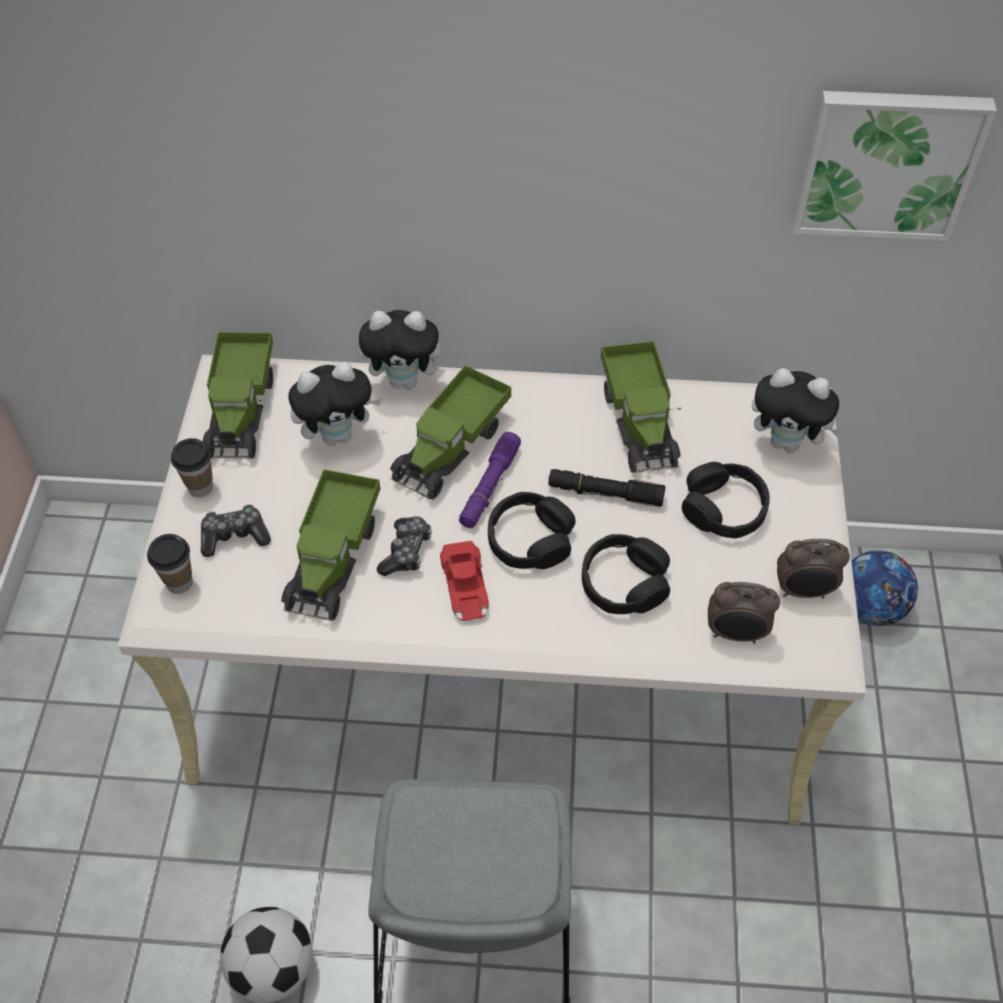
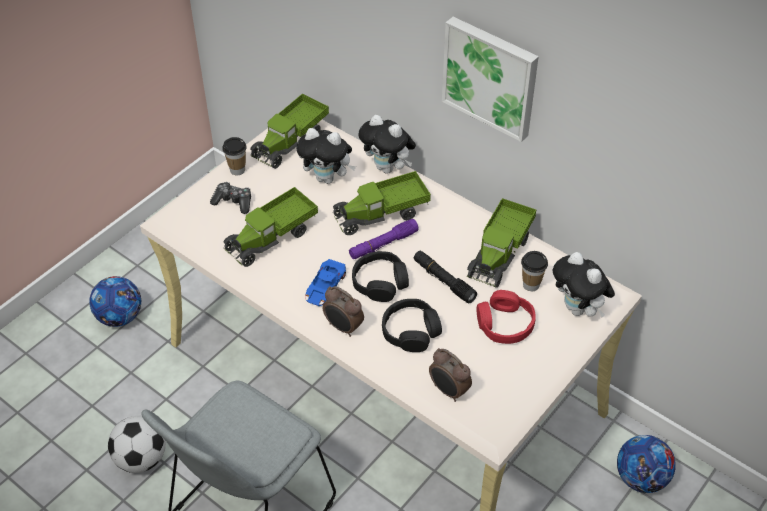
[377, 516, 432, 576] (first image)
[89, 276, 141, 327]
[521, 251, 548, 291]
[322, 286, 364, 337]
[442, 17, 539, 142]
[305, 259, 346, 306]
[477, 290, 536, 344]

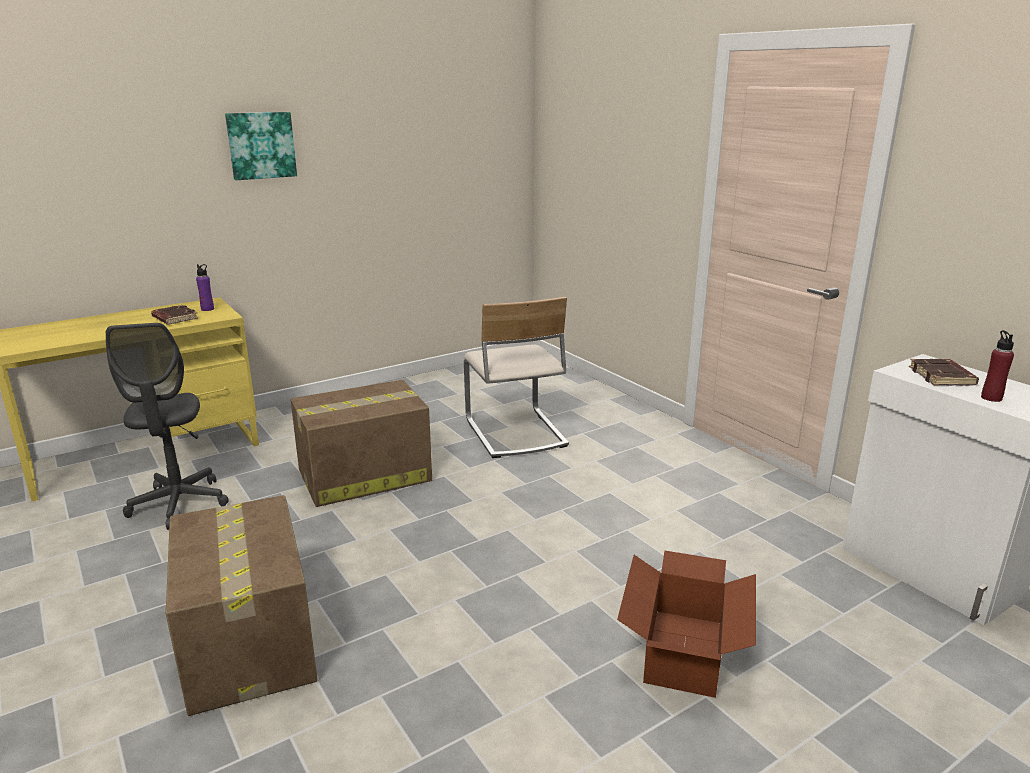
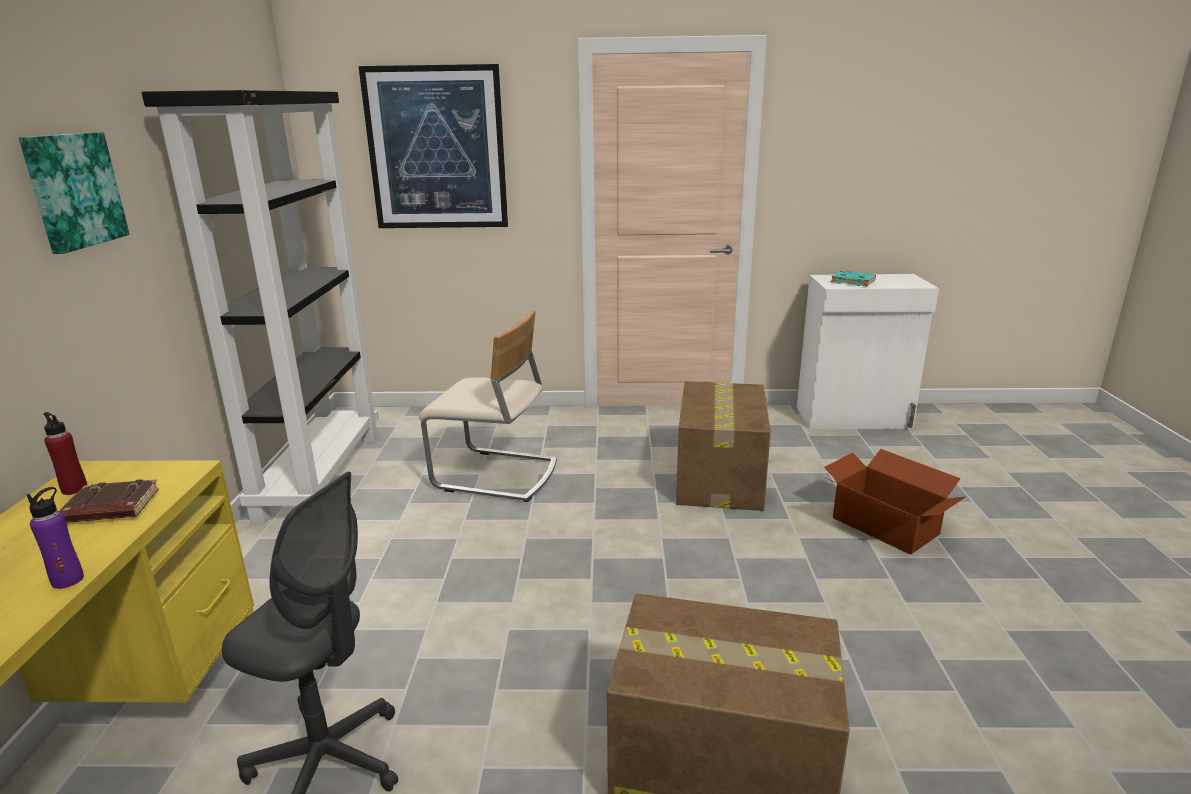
[142, 90, 379, 524]
[359, 64, 508, 228]
[27, 487, 84, 589]
[676, 381, 771, 511]
[44, 412, 87, 495]
[831, 271, 876, 286]

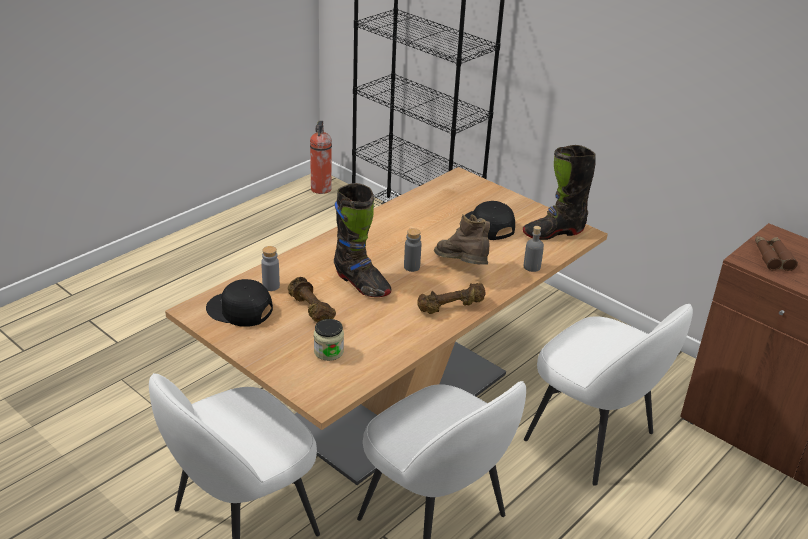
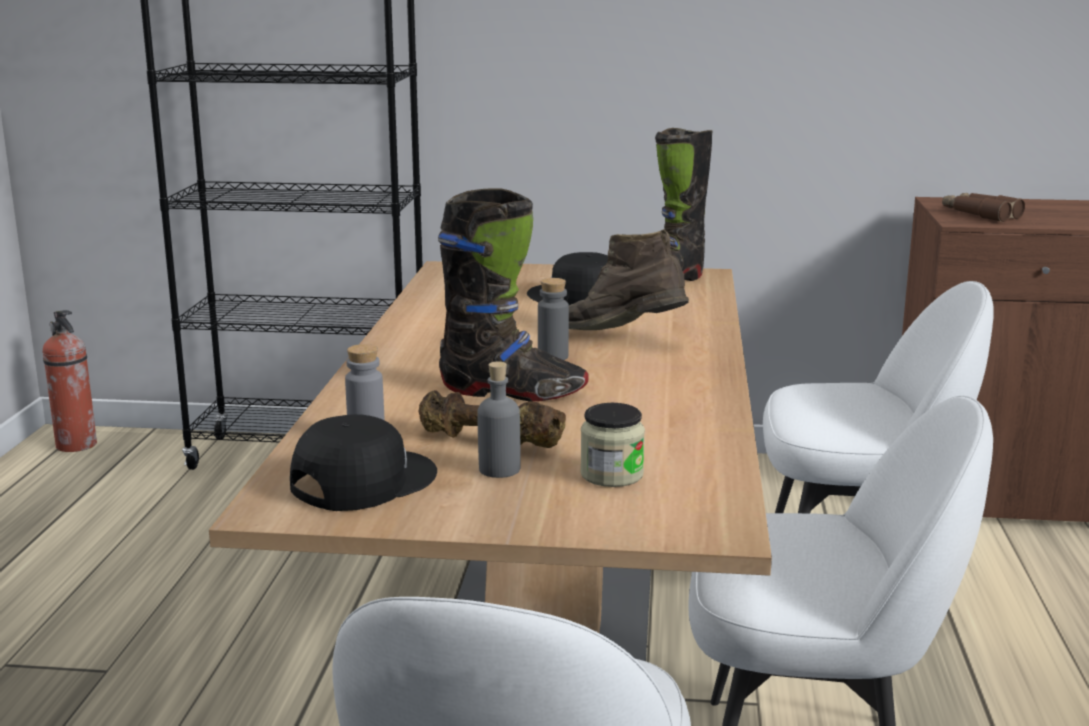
[417, 283, 486, 314] (first image)
[477, 361, 521, 478]
[290, 414, 437, 511]

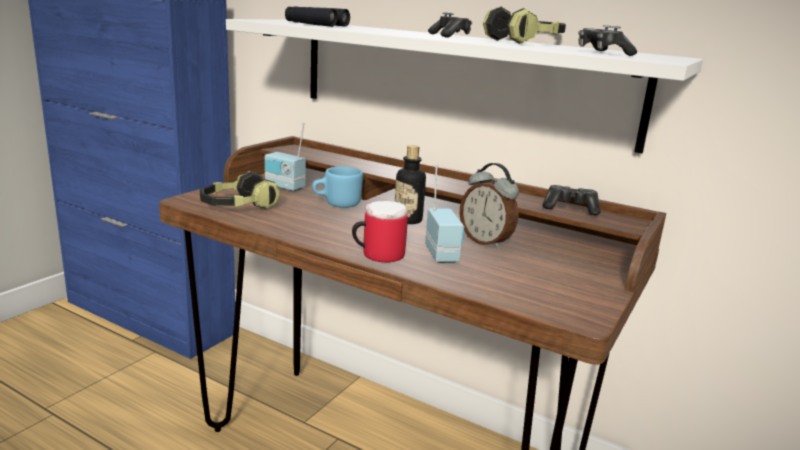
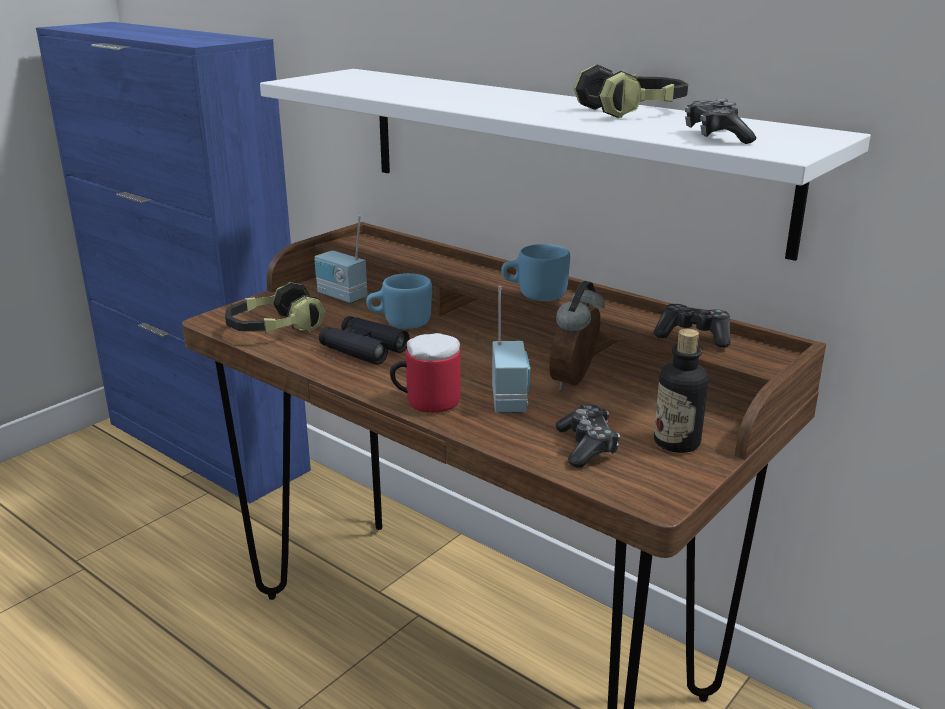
[501, 244, 570, 301]
[319, 316, 409, 365]
[654, 329, 708, 453]
[556, 404, 620, 467]
[549, 281, 605, 390]

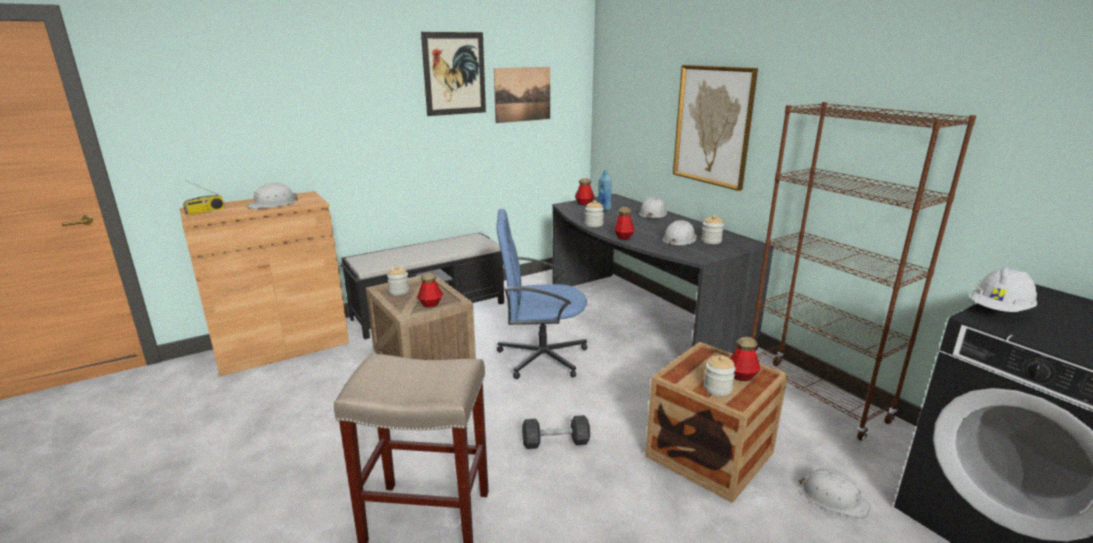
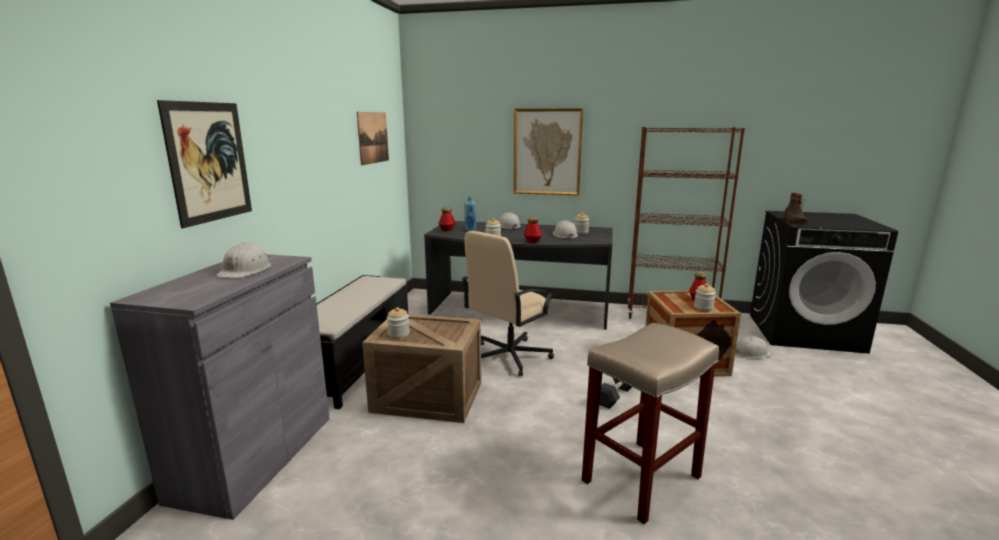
[183, 180, 225, 215] (first image)
[417, 273, 443, 307] (first image)
[157, 100, 252, 228]
[784, 193, 808, 223]
[110, 254, 329, 520]
[461, 231, 554, 376]

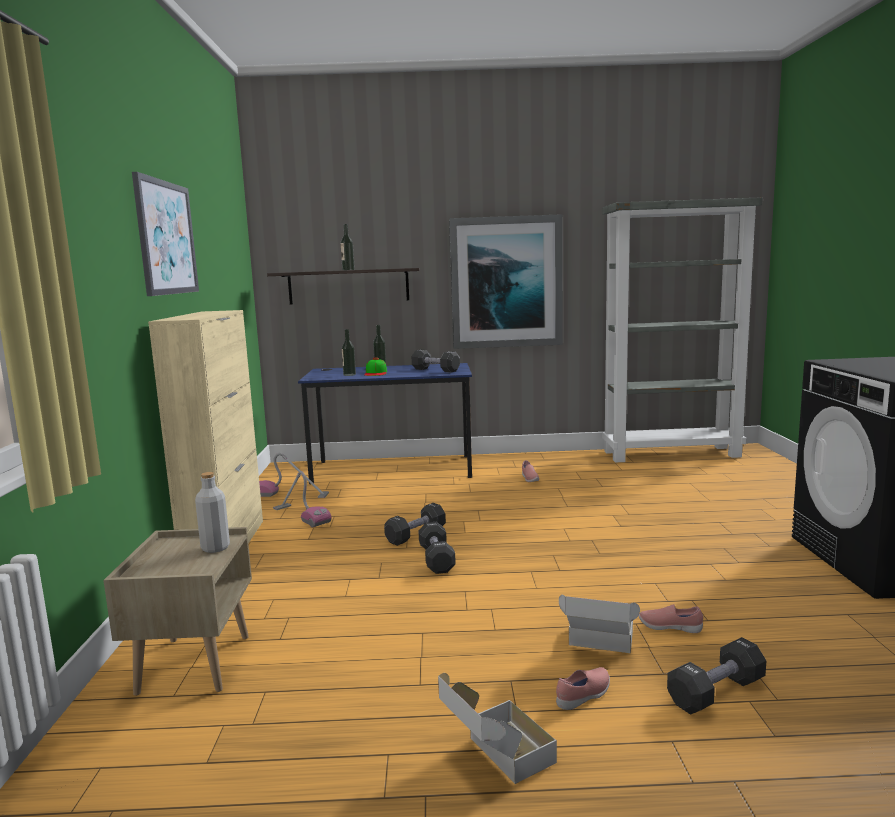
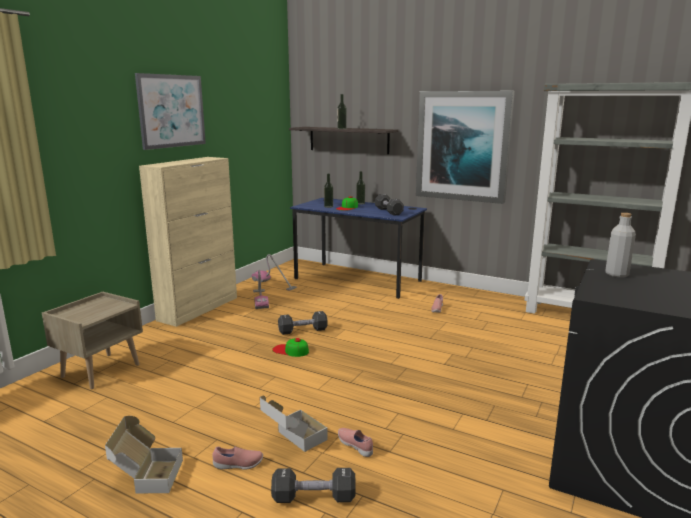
[605, 213, 636, 277]
[272, 338, 309, 357]

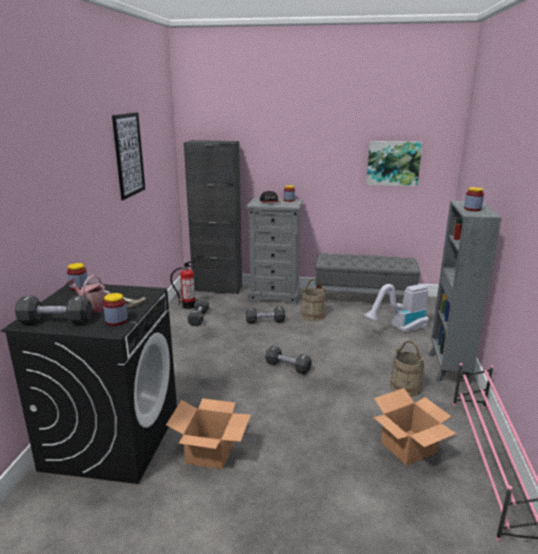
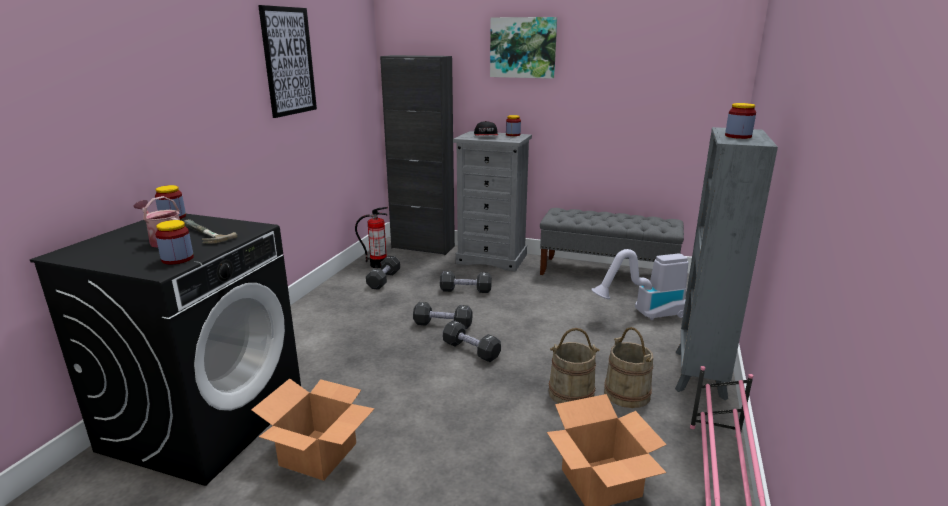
[413, 302, 472, 329]
[549, 328, 600, 404]
[490, 17, 557, 79]

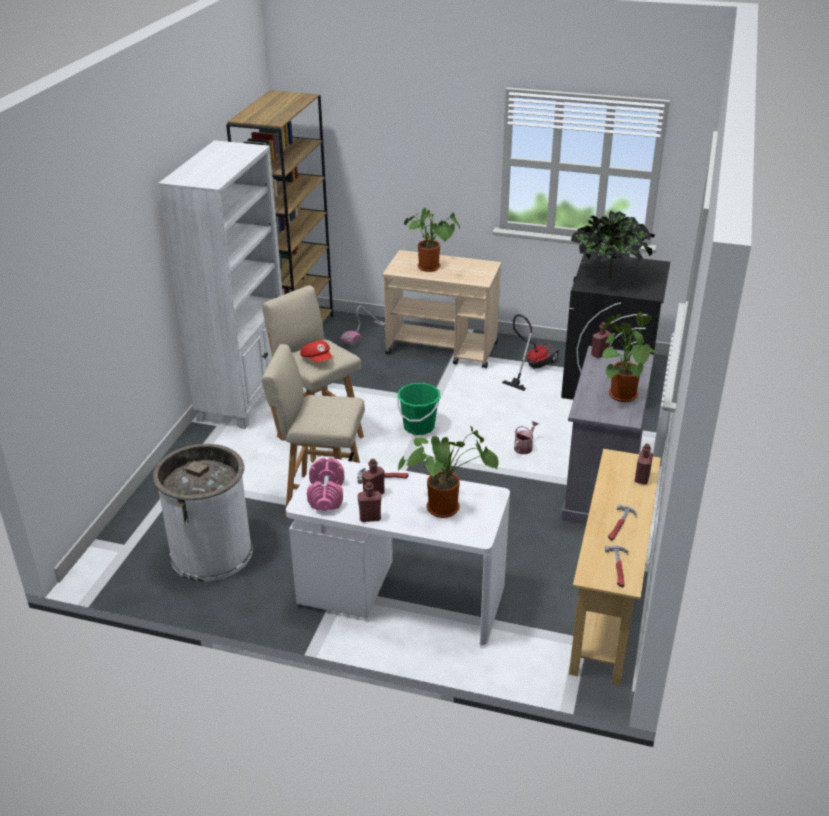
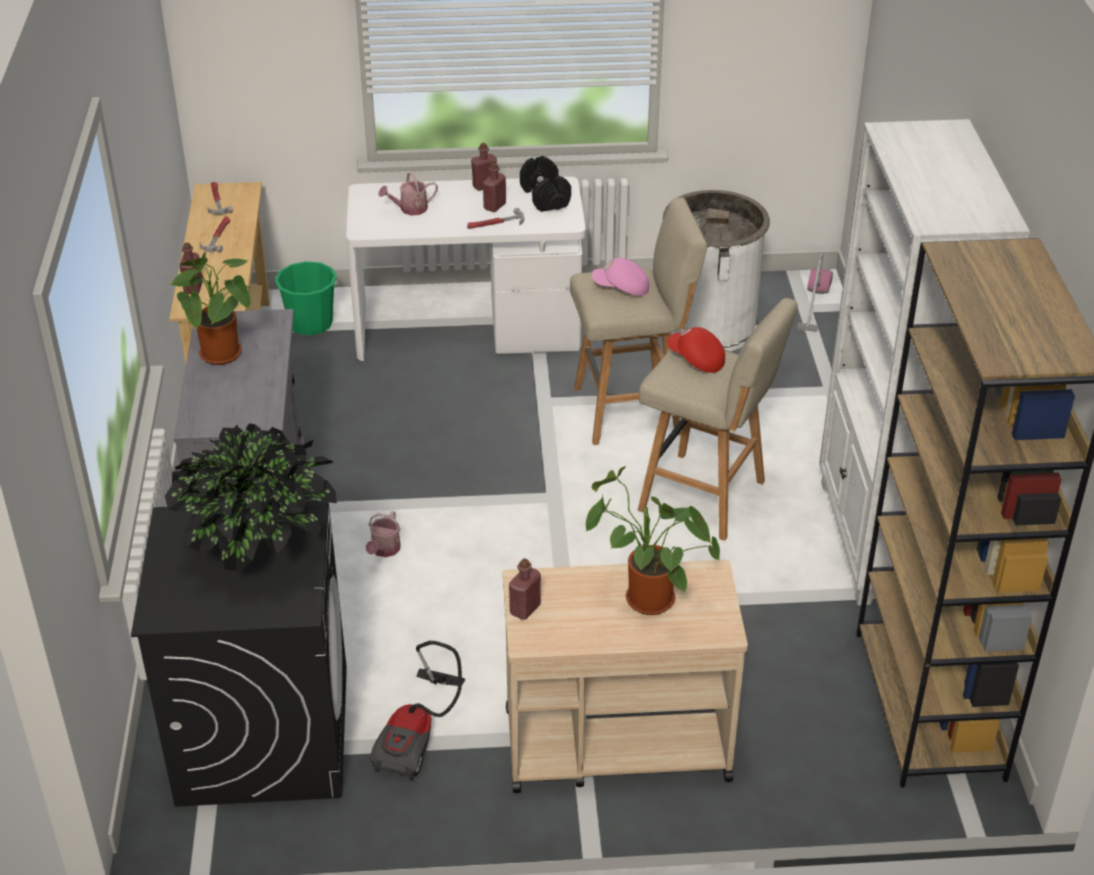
[592, 258, 649, 296]
[797, 253, 833, 332]
[275, 261, 339, 335]
[509, 558, 541, 620]
[378, 172, 438, 215]
[520, 156, 571, 212]

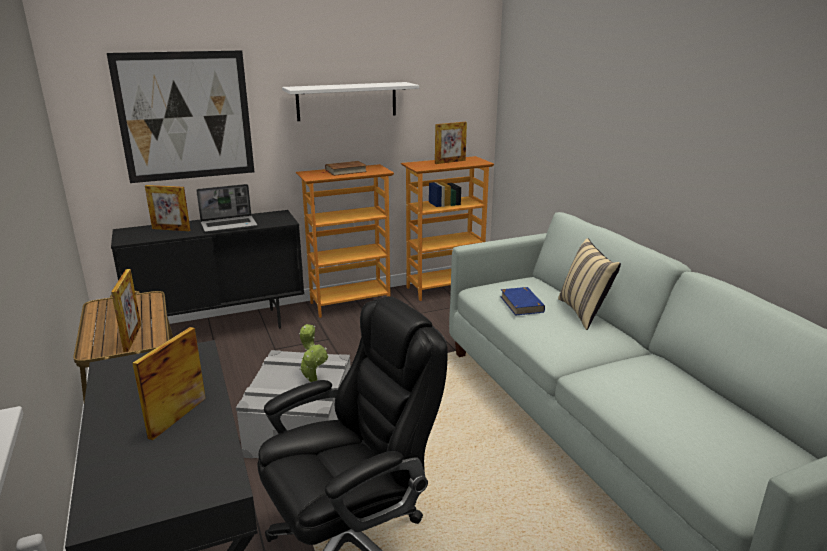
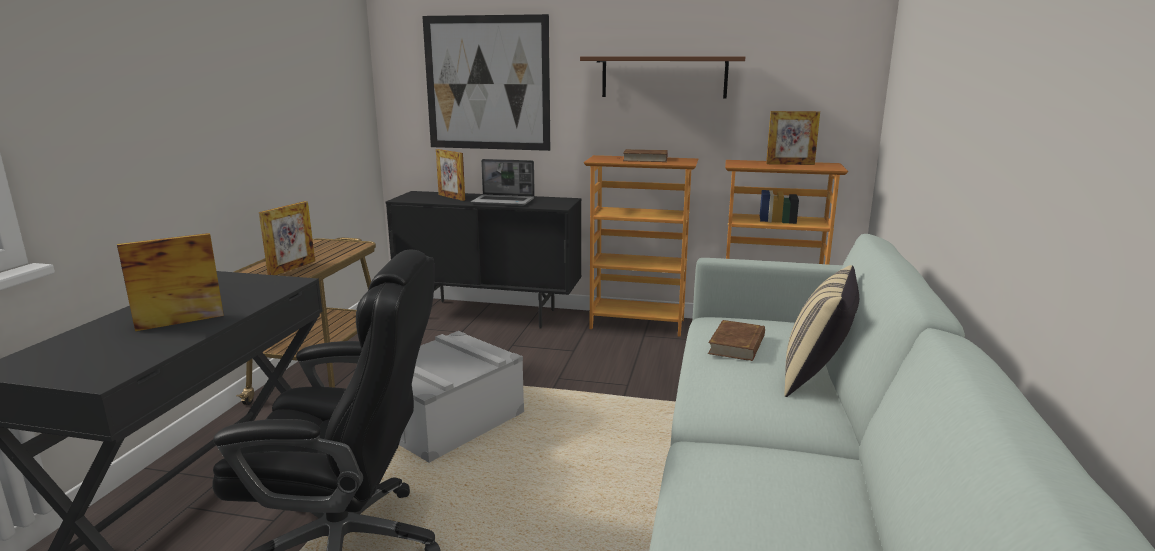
[299, 324, 328, 382] (first image)
[580, 56, 745, 99]
[708, 320, 765, 361]

